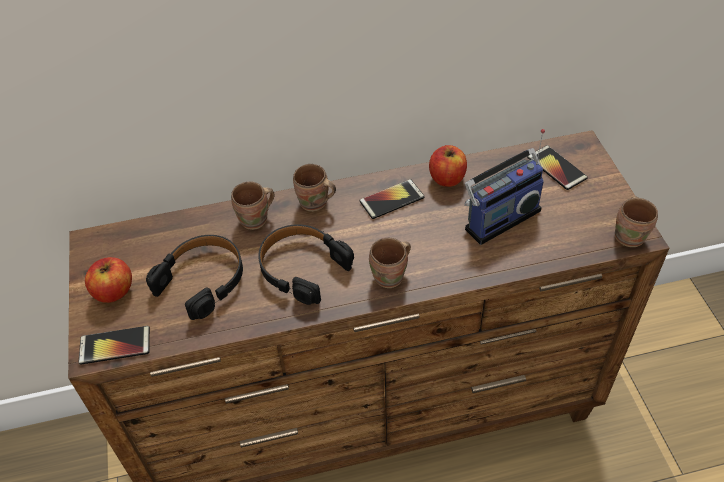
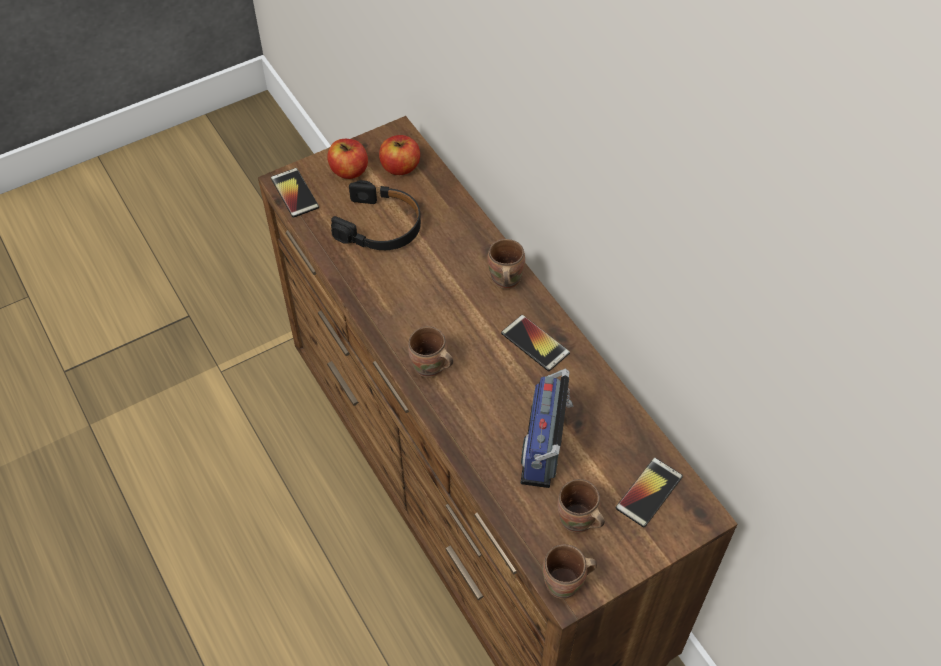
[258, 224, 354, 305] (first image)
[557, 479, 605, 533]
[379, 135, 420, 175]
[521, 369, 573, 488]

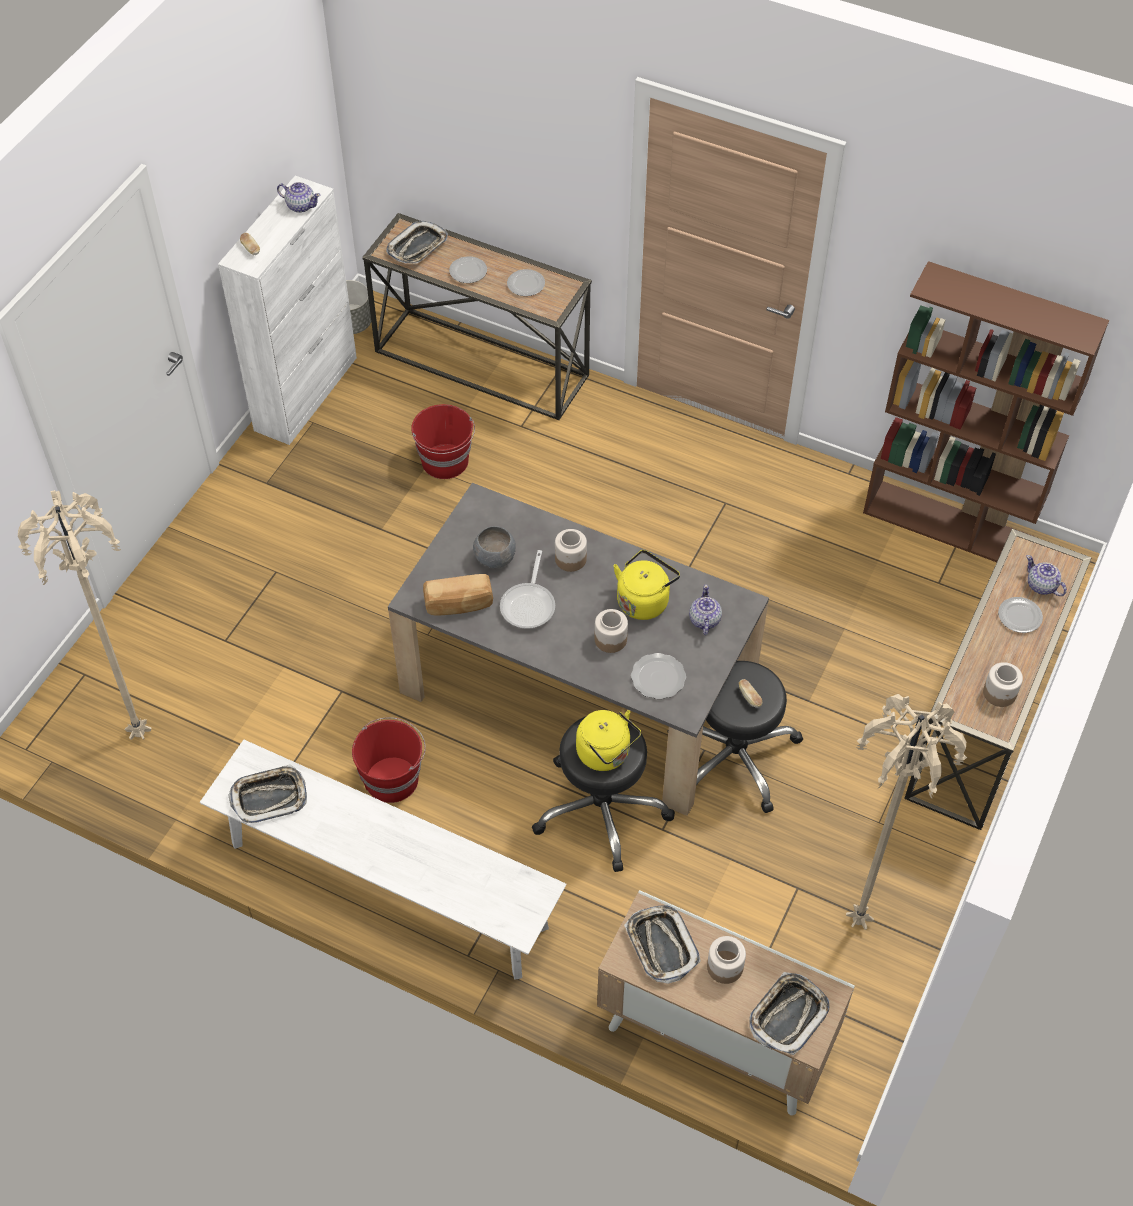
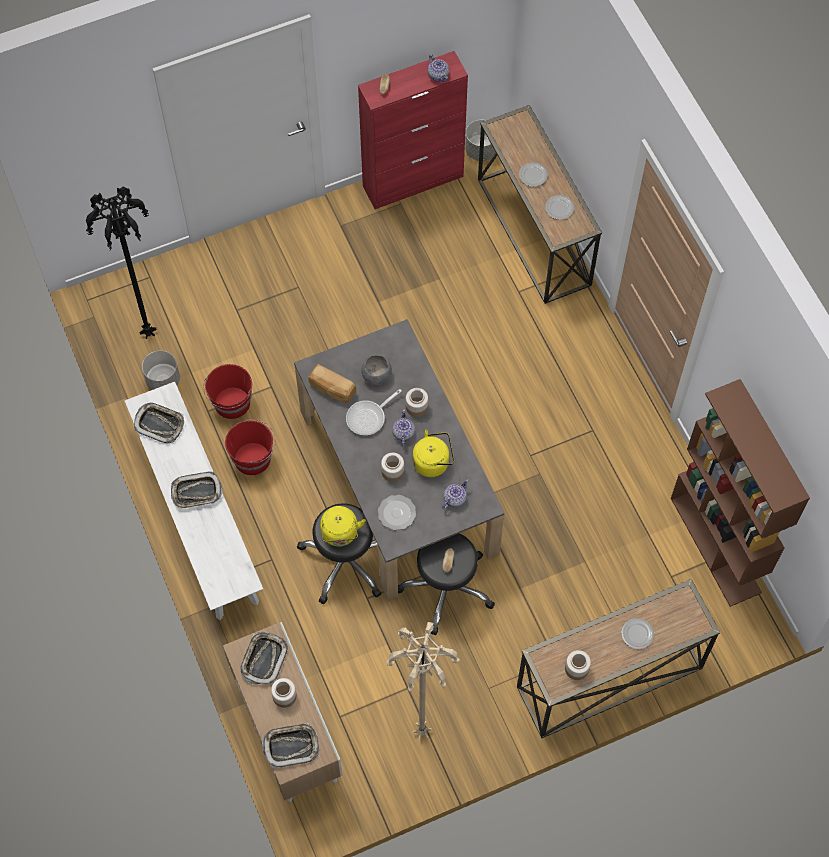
[142, 350, 180, 390]
[171, 472, 223, 509]
[203, 364, 252, 419]
[392, 409, 415, 447]
[86, 186, 156, 339]
[358, 51, 468, 209]

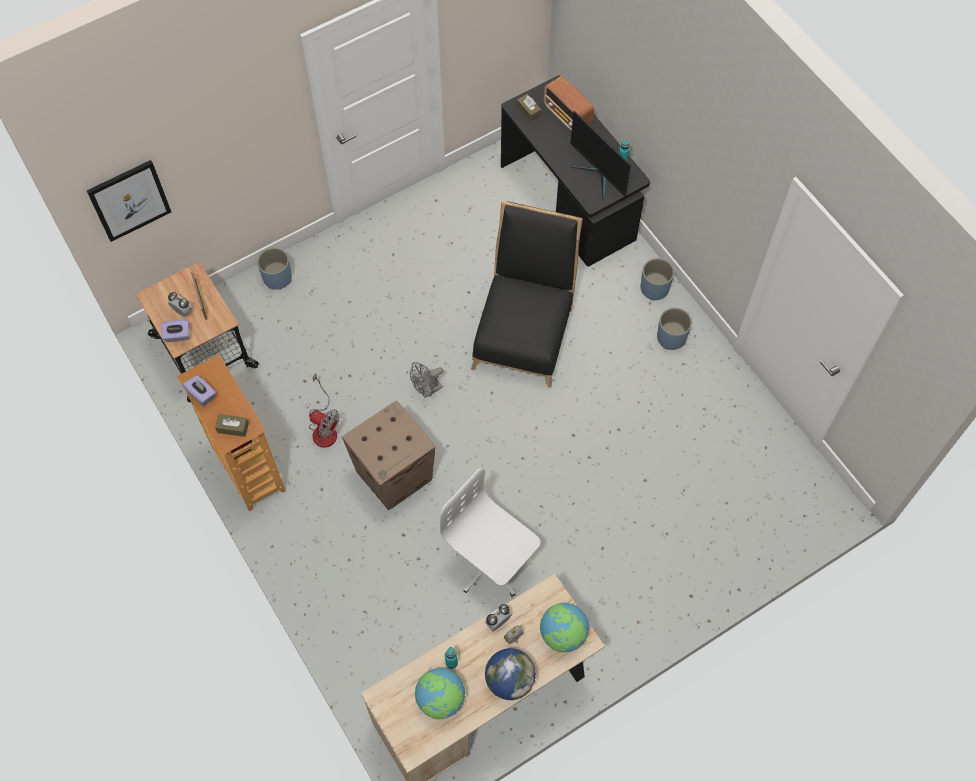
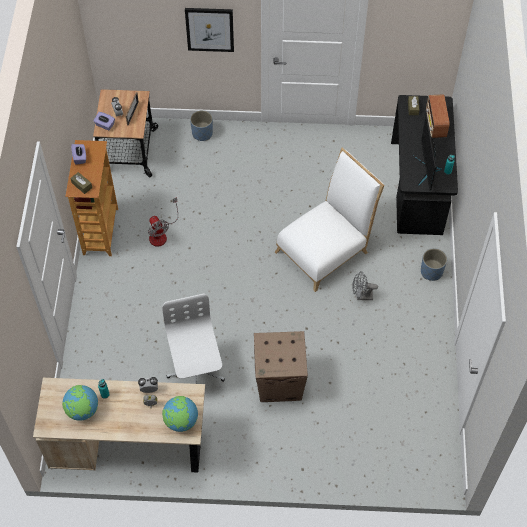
[485, 648, 536, 700] (first image)
[657, 308, 692, 350] (first image)
[185, 8, 234, 52]
[254, 331, 308, 402]
[352, 271, 378, 300]
[275, 147, 385, 292]

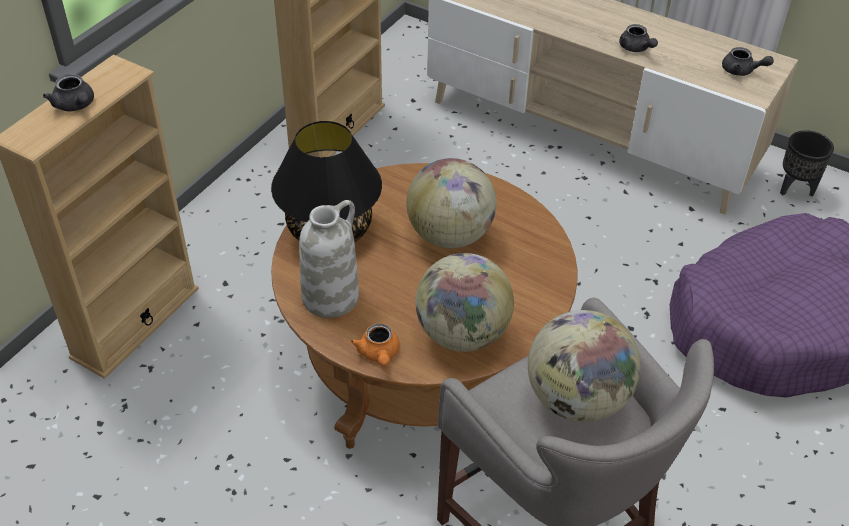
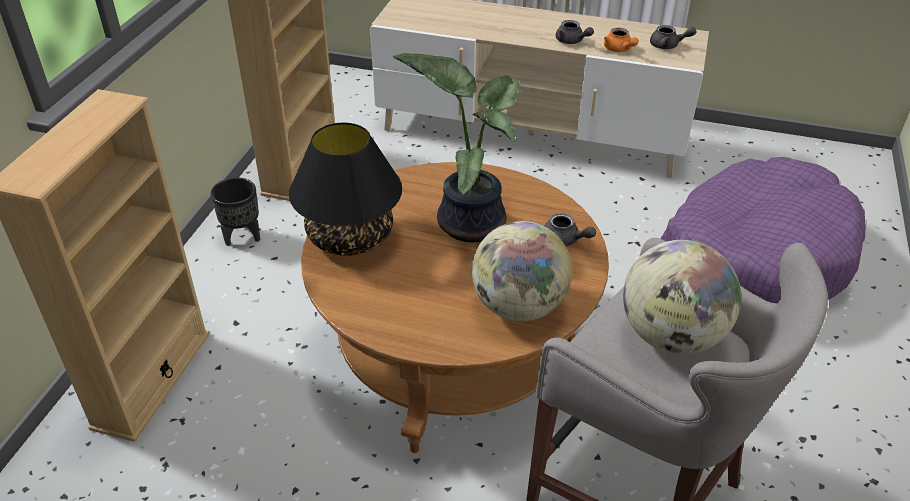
[299, 200, 359, 318] (first image)
[544, 213, 596, 246]
[604, 28, 639, 52]
[211, 178, 260, 246]
[393, 53, 520, 242]

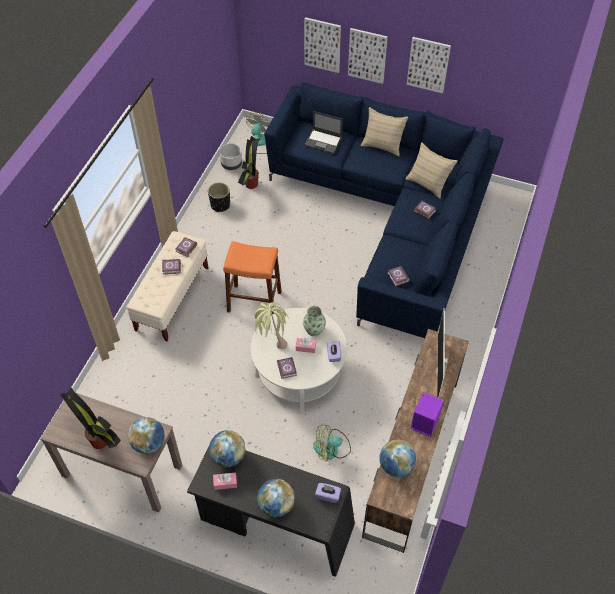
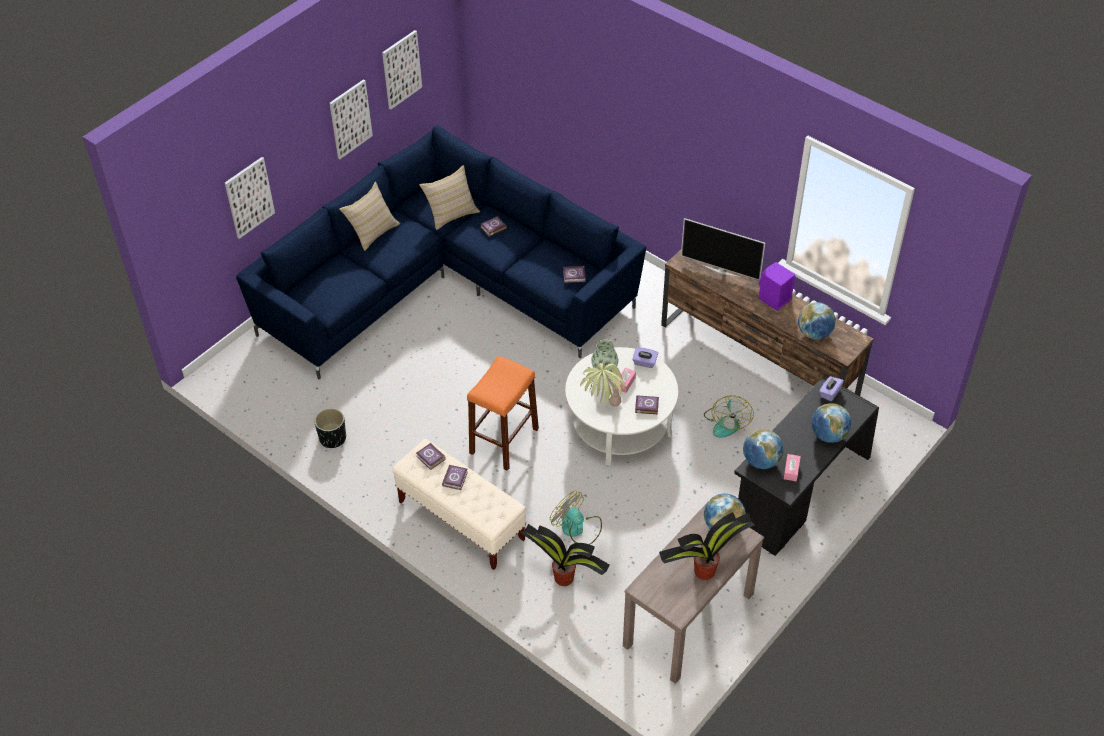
[220, 143, 242, 170] (first image)
[304, 111, 343, 154] (first image)
[521, 524, 610, 586]
[550, 491, 602, 545]
[382, 30, 422, 110]

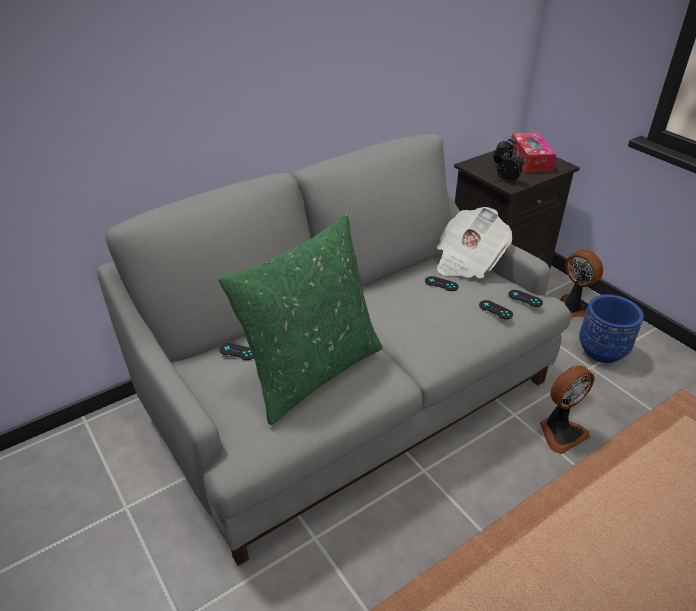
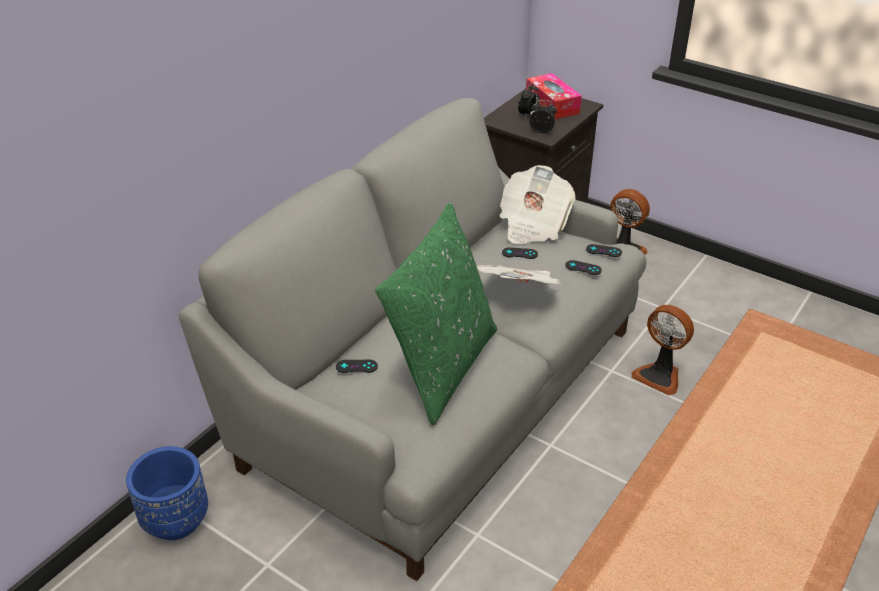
[477, 265, 562, 284]
[126, 446, 208, 540]
[631, 305, 694, 395]

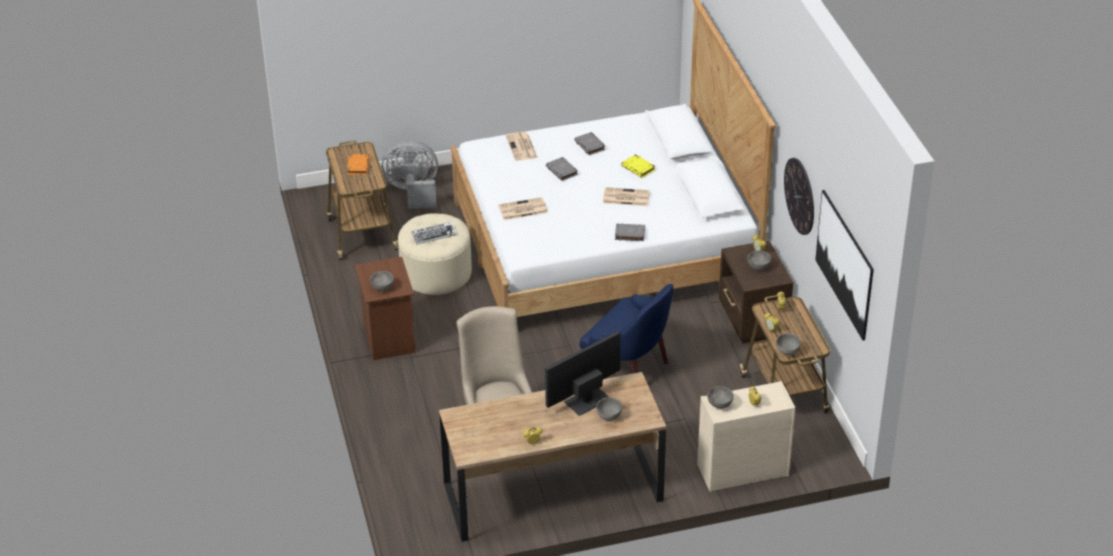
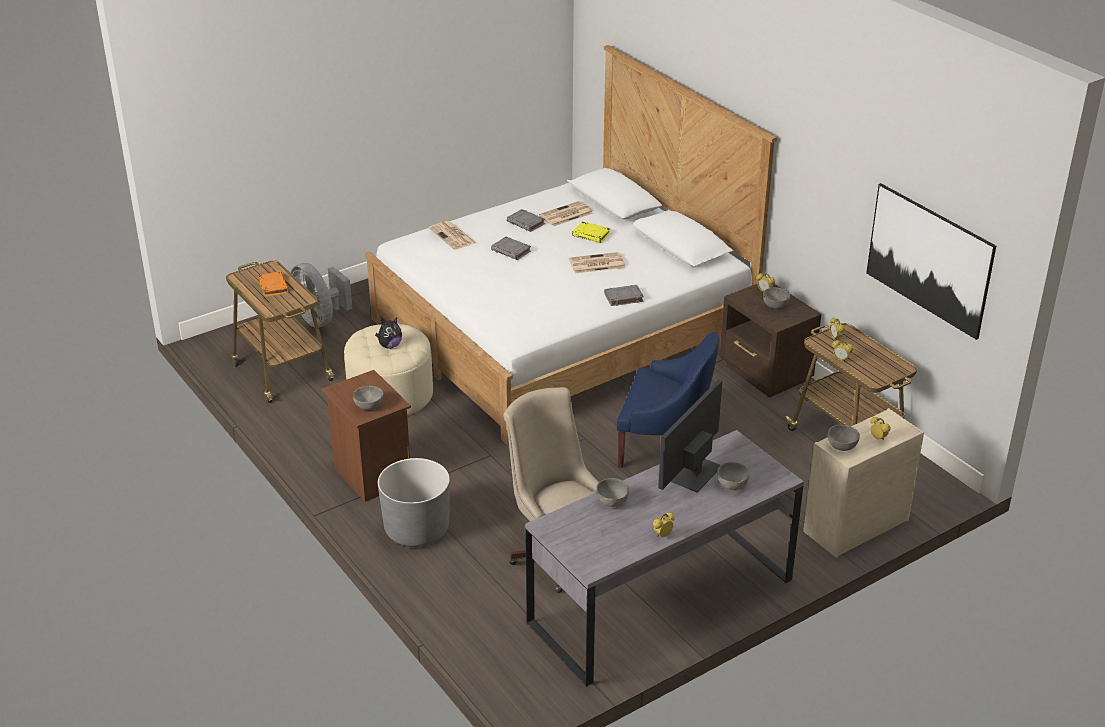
[784, 158, 814, 235] (first image)
[378, 458, 450, 547]
[539, 201, 593, 227]
[596, 478, 629, 507]
[375, 317, 402, 349]
[525, 430, 804, 686]
[290, 263, 352, 328]

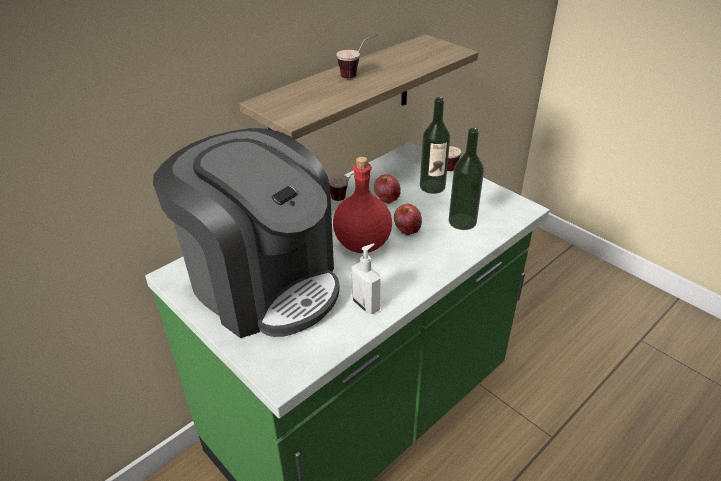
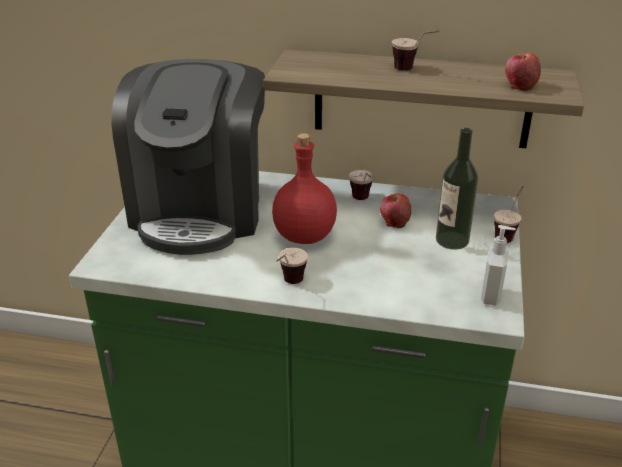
[449, 128, 484, 230] (first image)
[276, 248, 308, 284]
[481, 225, 516, 306]
[505, 53, 541, 91]

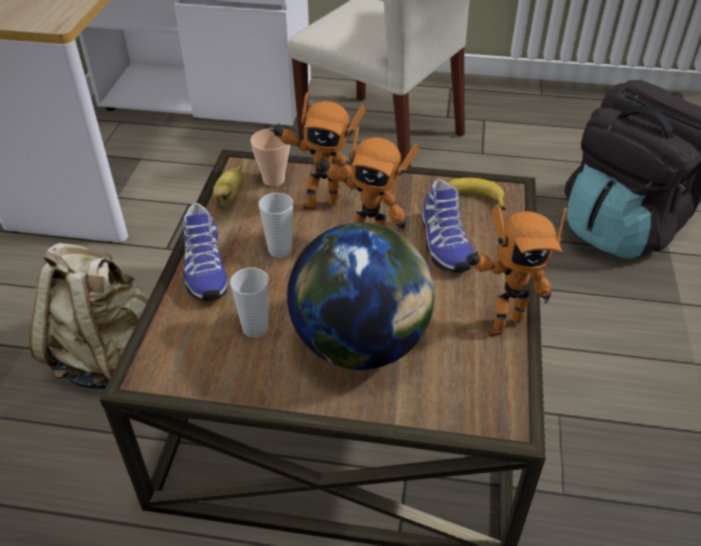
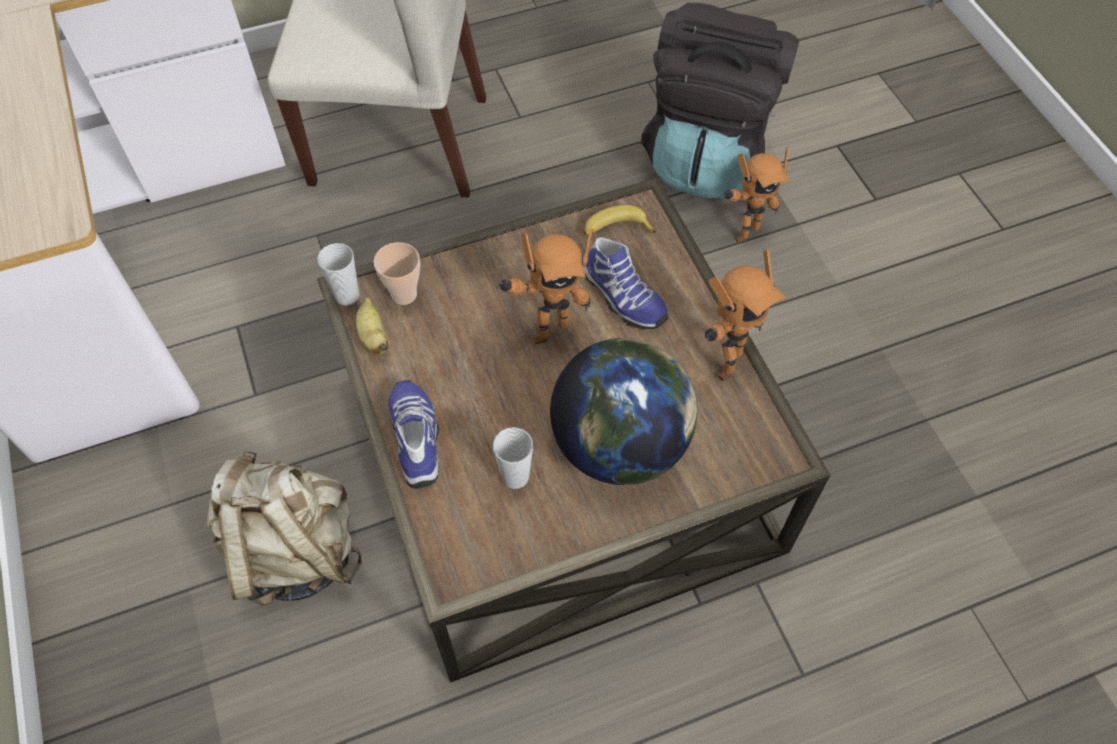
[317, 243, 359, 305]
[723, 147, 790, 243]
[388, 380, 439, 489]

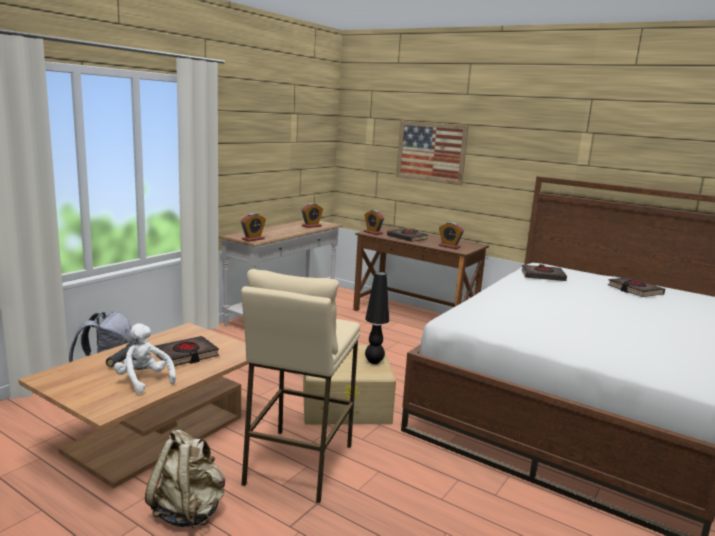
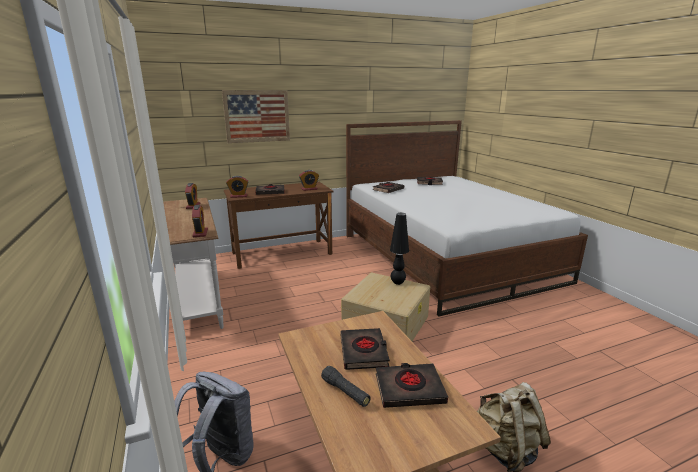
[241, 269, 360, 504] (first image)
[376, 363, 448, 408]

